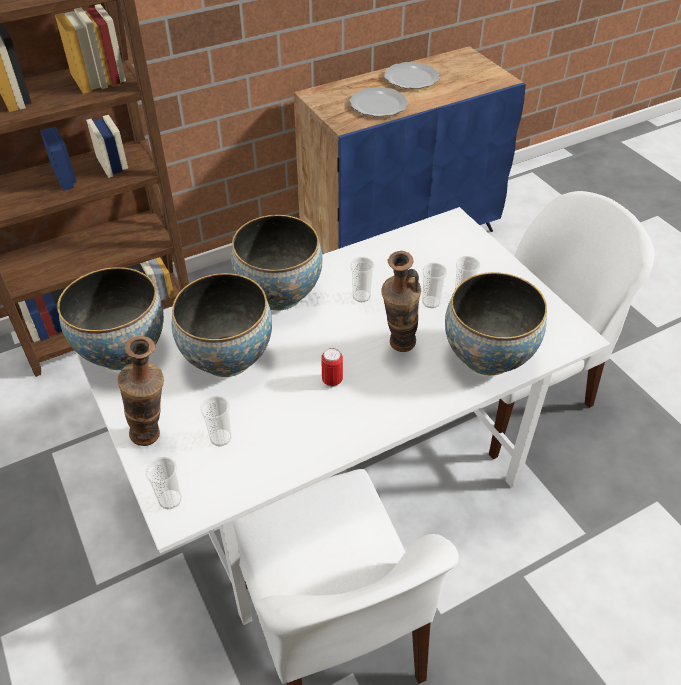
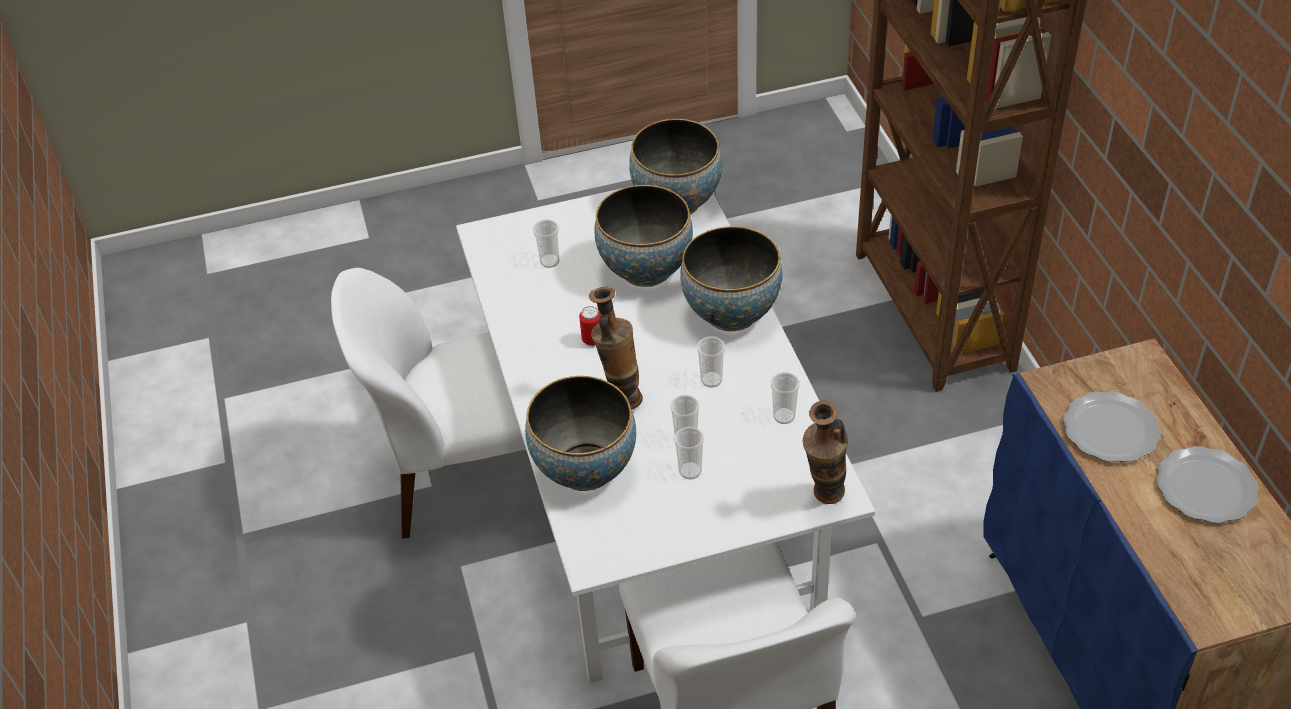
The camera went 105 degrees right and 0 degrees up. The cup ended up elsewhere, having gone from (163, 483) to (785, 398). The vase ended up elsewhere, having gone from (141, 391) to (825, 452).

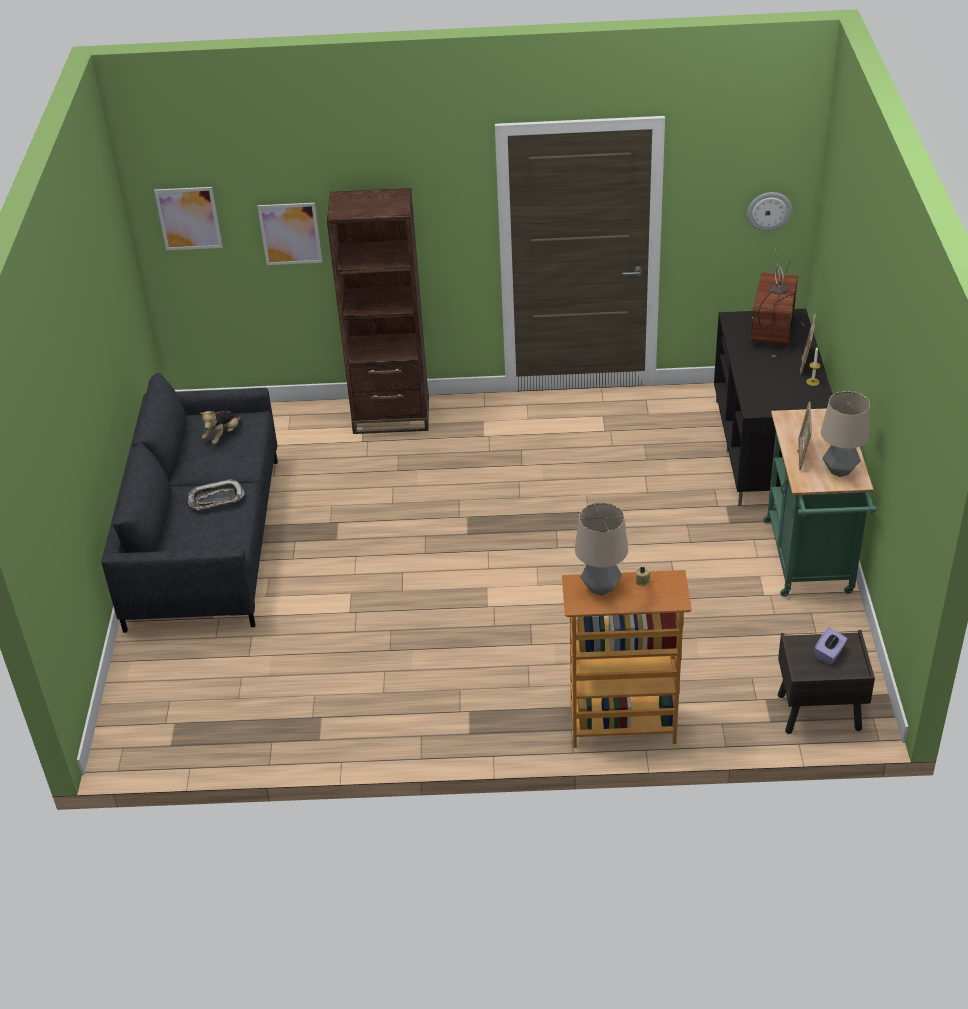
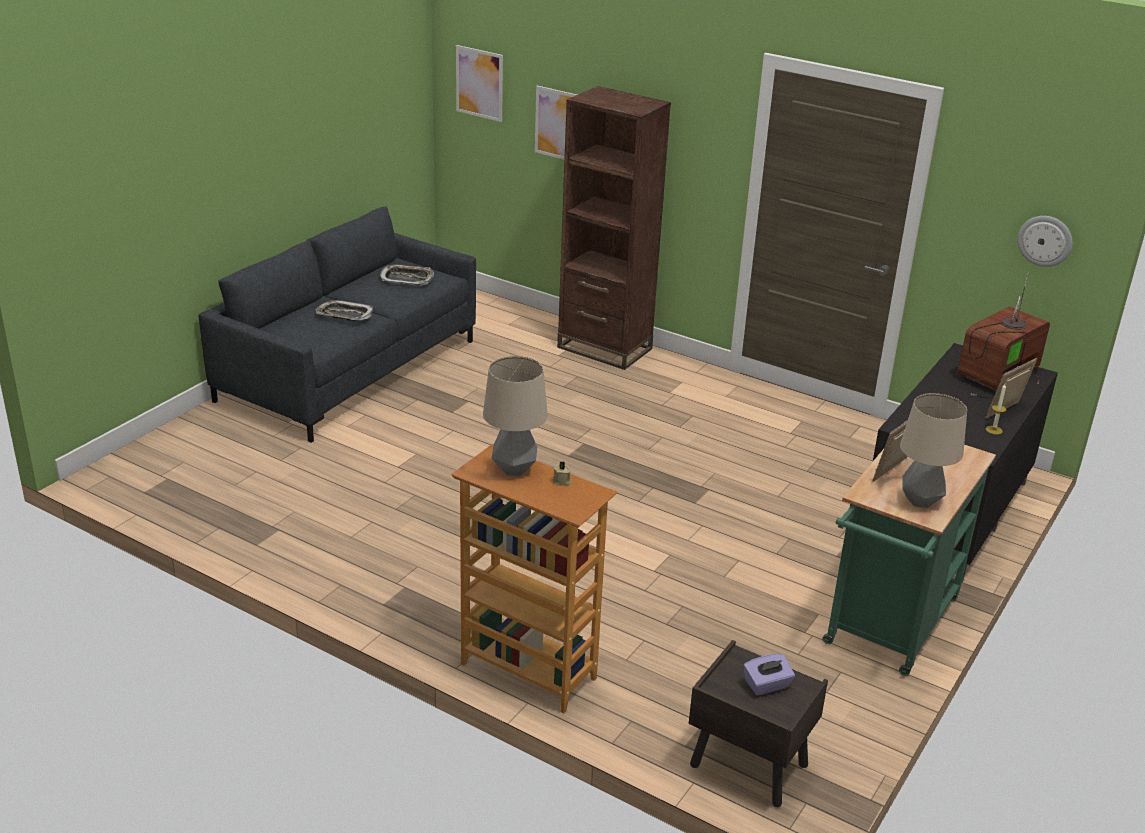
The camera went 30 degrees right and 10 degrees down. Where the plush toy stood at (220, 427), the tray came to stand at (407, 275).

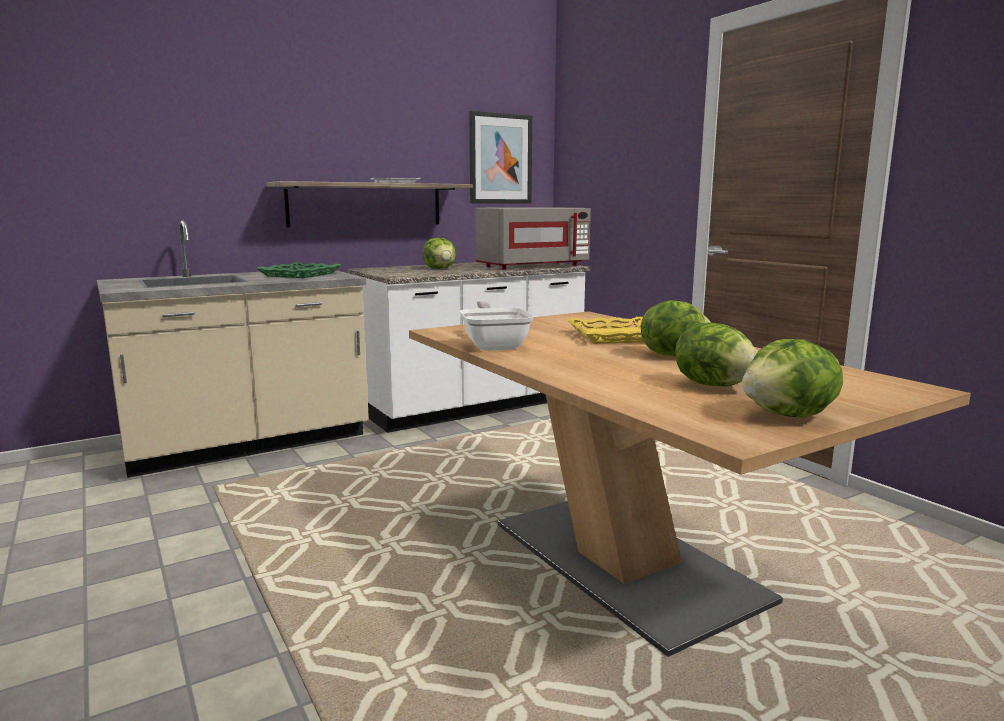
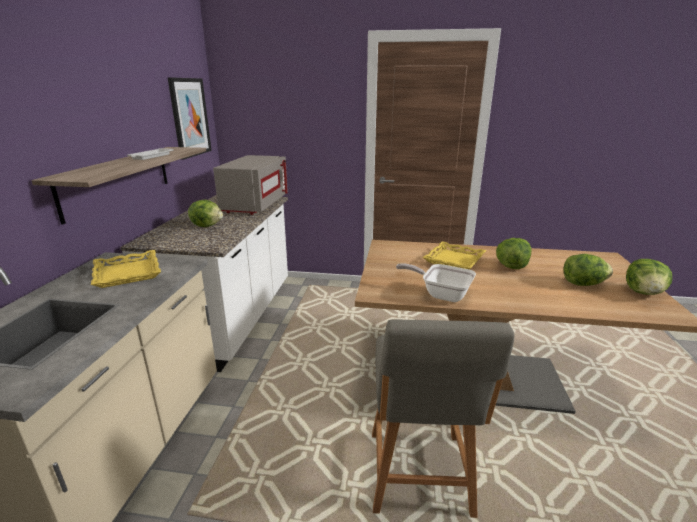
The camera went 50 degrees left and 10 degrees up. What was the green tray at (298, 270) turned into the yellow tray at (126, 269). The second view gained the grey chair at (443, 418).

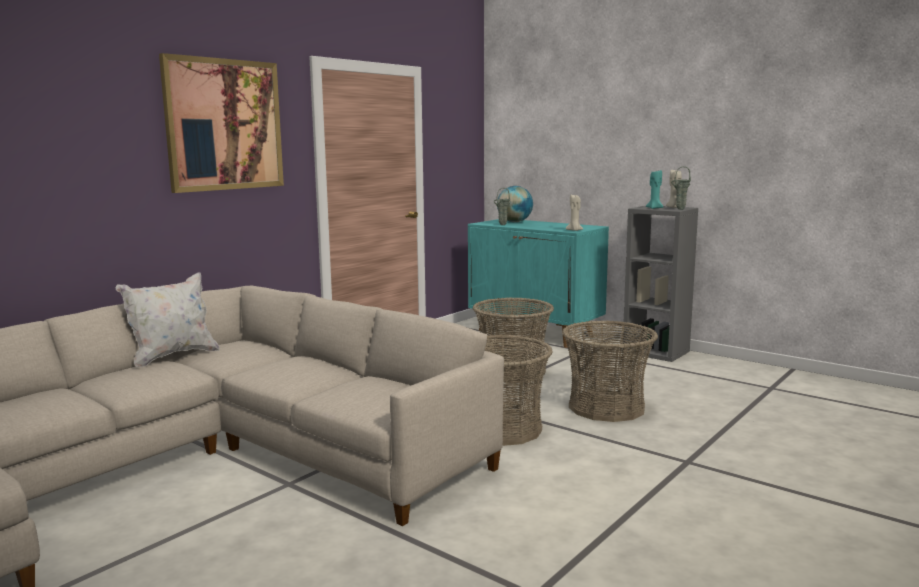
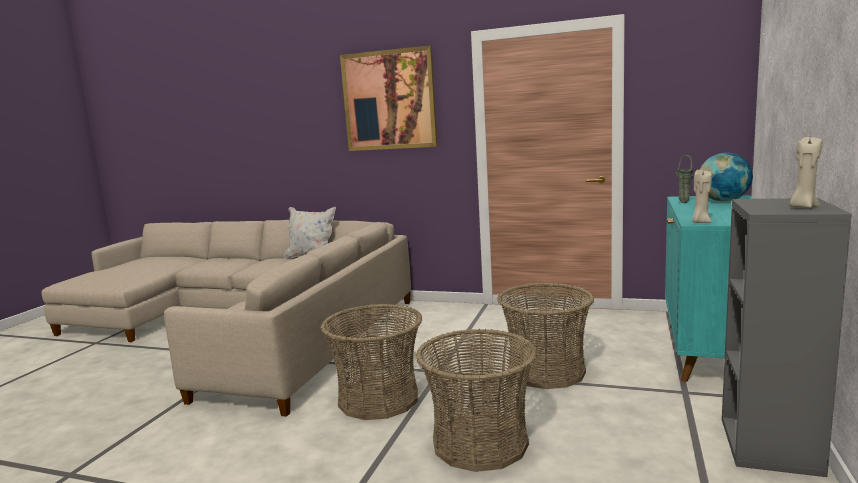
The camera went 70 degrees right and 0 degrees up. The second view lost the turquoise candle at (654, 189). The second view lost the green vase at (681, 188).

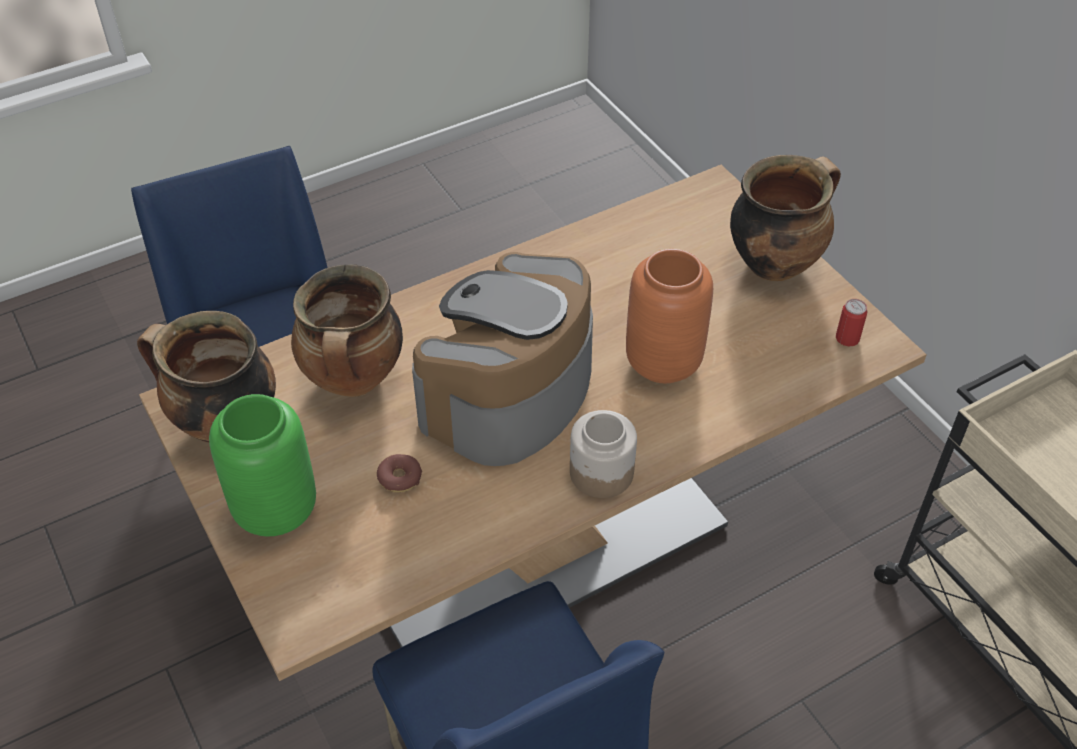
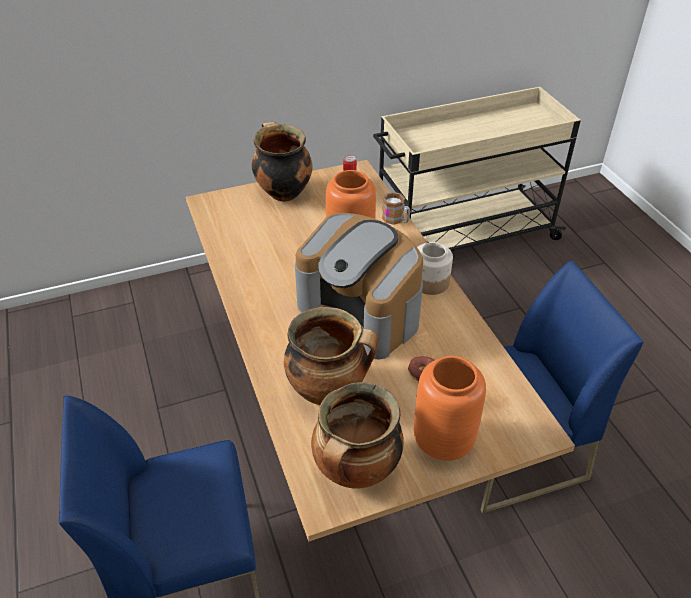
The camera went 80 degrees left and 5 degrees down. The second view gained the mug at (396, 208). What was the green vase at (262, 465) turned into the orange vase at (450, 408).

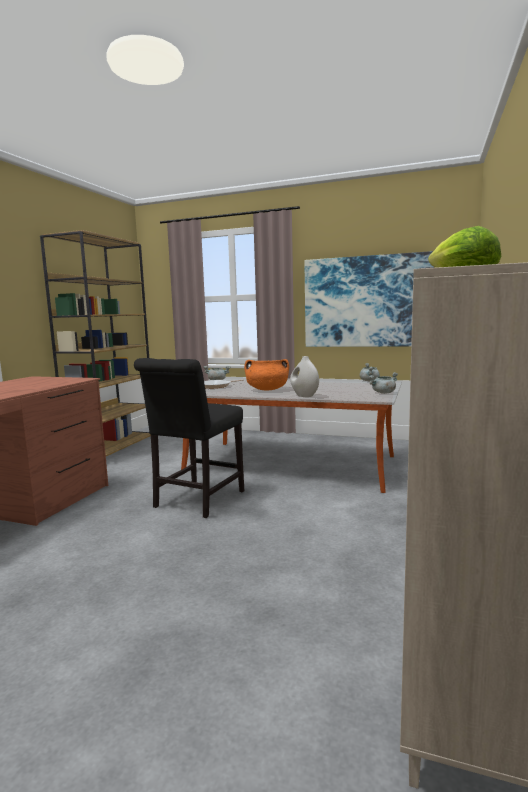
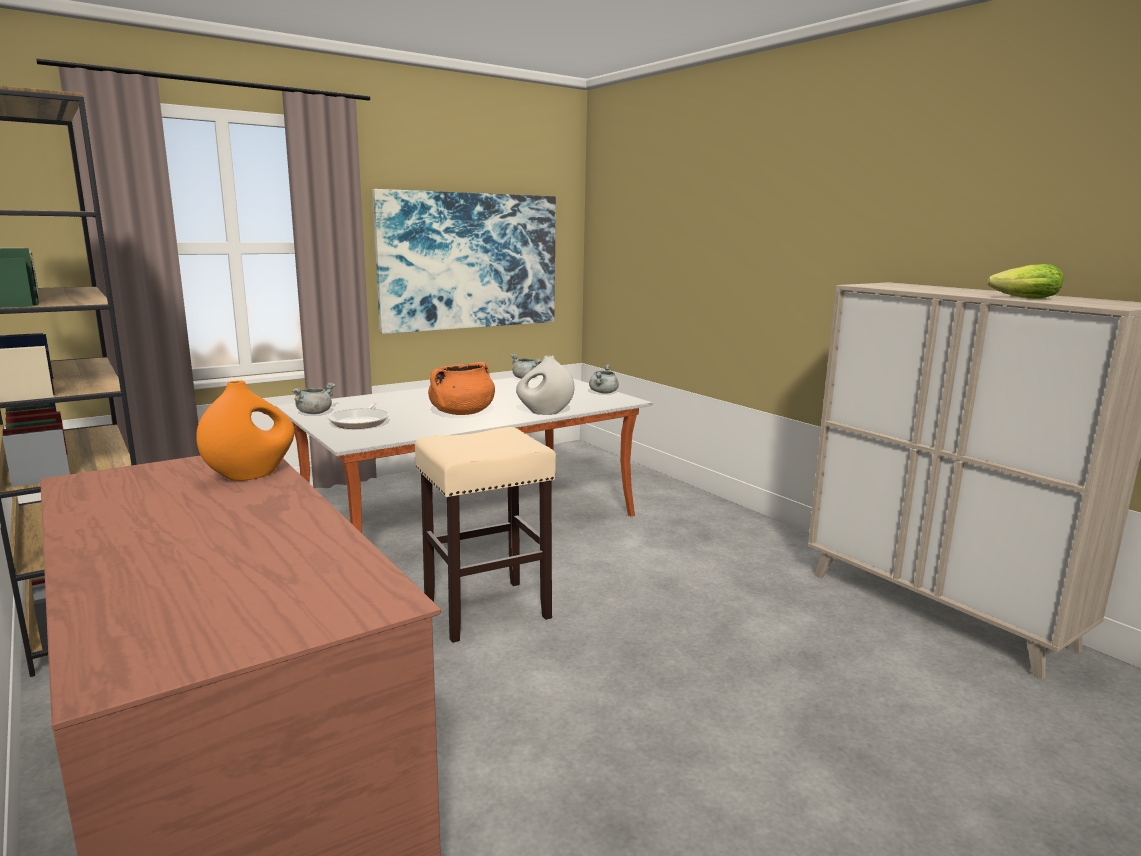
The camera went 55 degrees left and 5 degrees up. The second view gained the orange vase at (245, 431). Where the black chair stood at (189, 438), the beige stool came to stand at (485, 535).

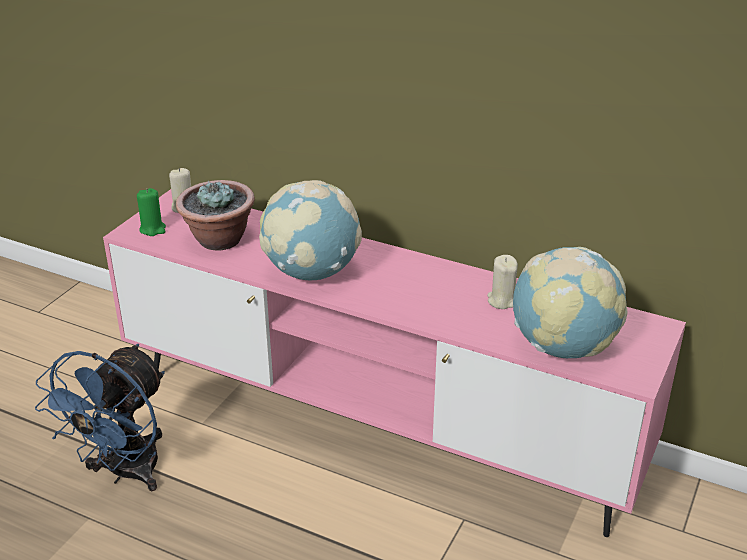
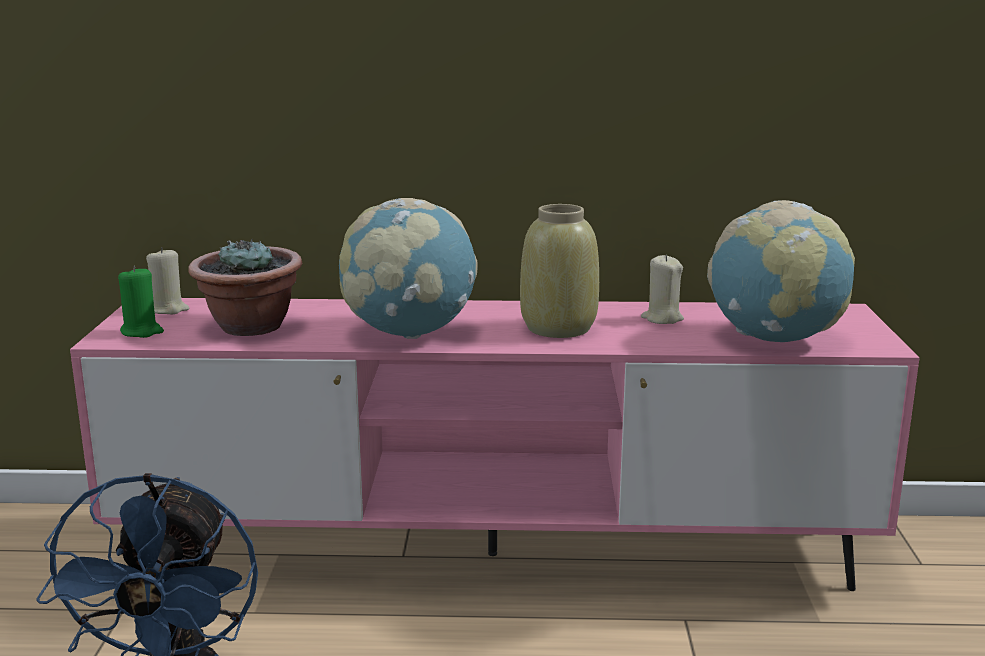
The camera went 25 degrees left and 15 degrees down. The second view gained the beige vase at (559, 271).

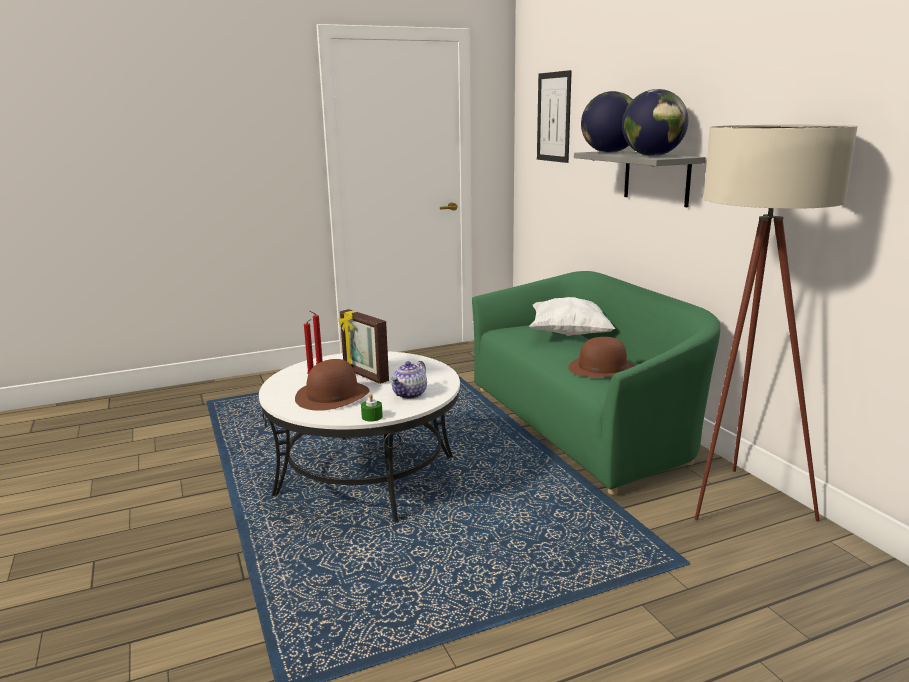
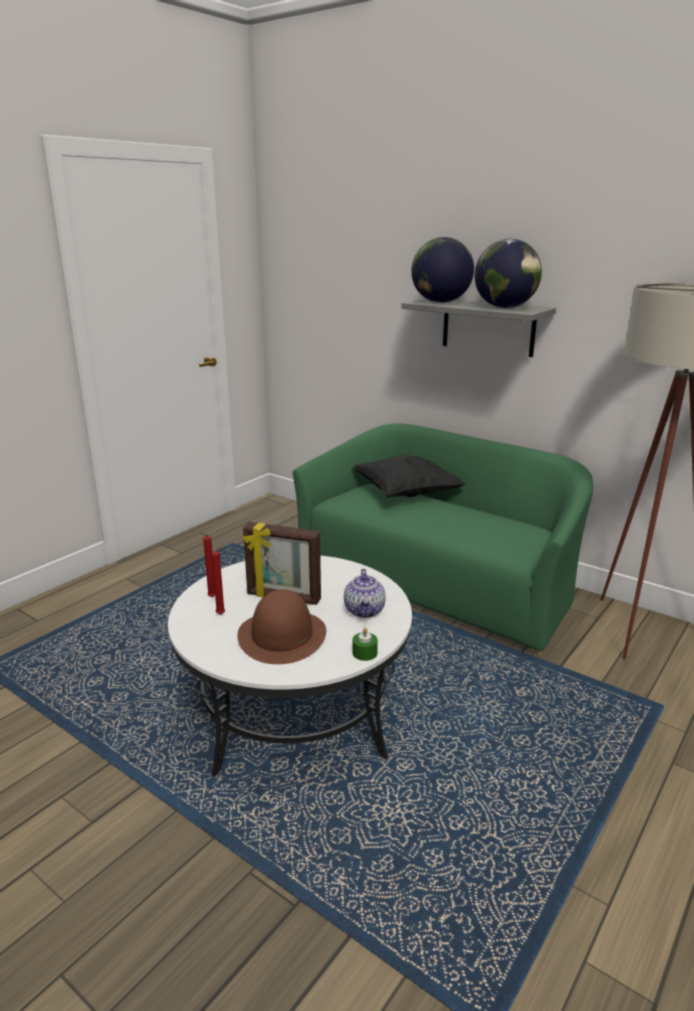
The camera went 30 degrees left and 5 degrees up. What was the white pillow at (573, 316) turned into the black pillow at (409, 476). The second view lost the picture at (554, 116). The second view lost the brown hat at (601, 357).

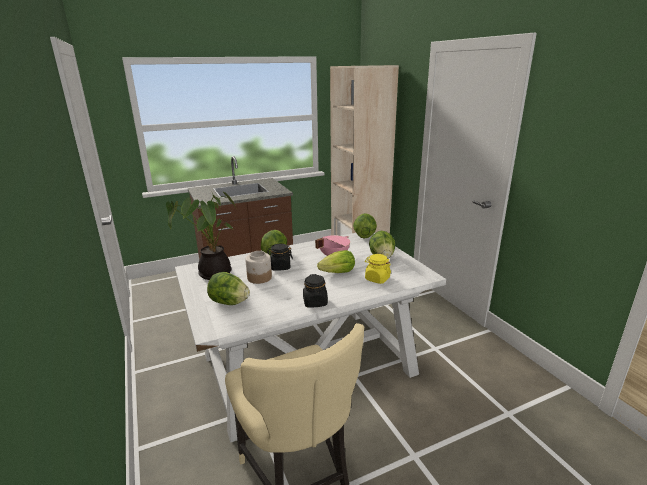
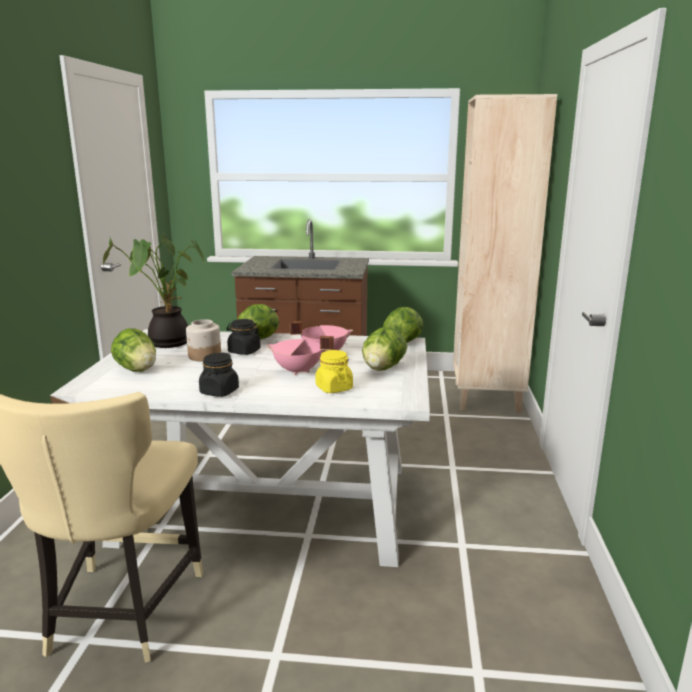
The camera went 30 degrees right and 5 degrees down. Where the lettuce stood at (336, 261), the pink cooking pot came to stand at (300, 355).

